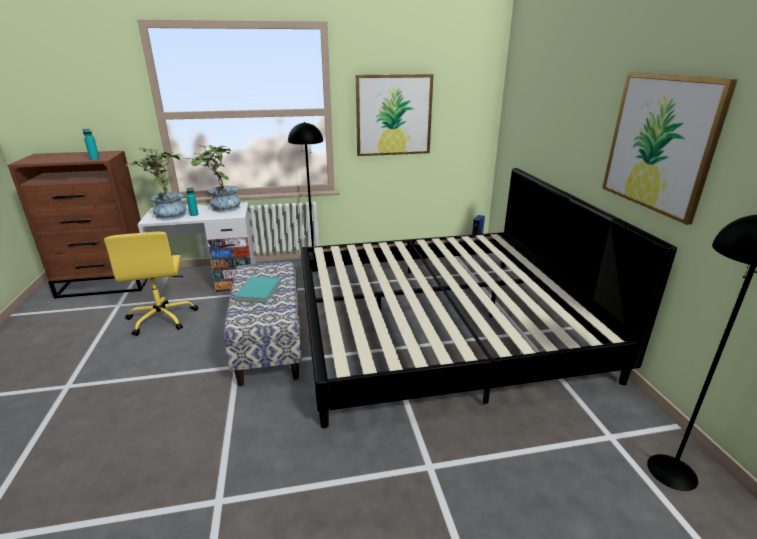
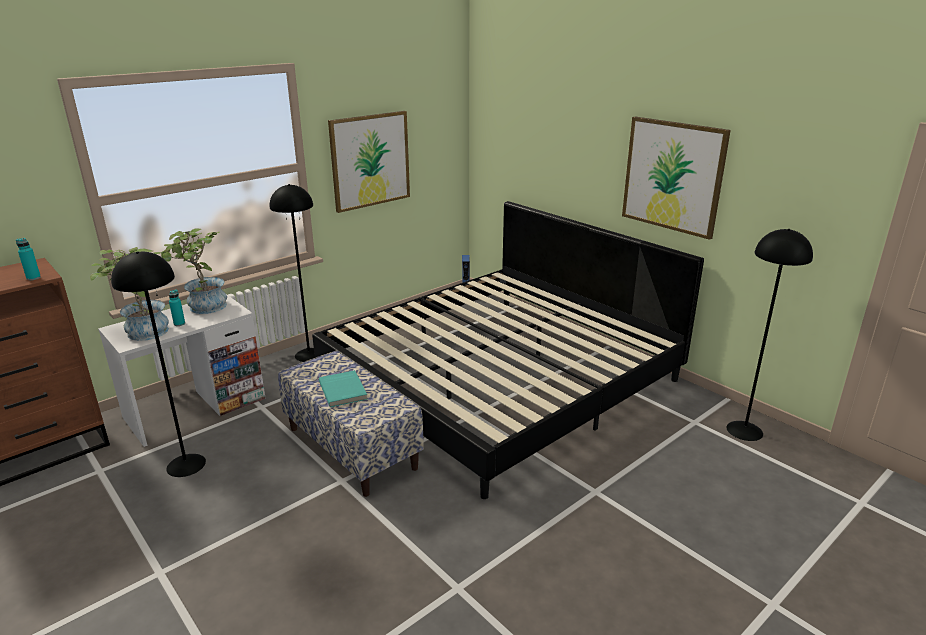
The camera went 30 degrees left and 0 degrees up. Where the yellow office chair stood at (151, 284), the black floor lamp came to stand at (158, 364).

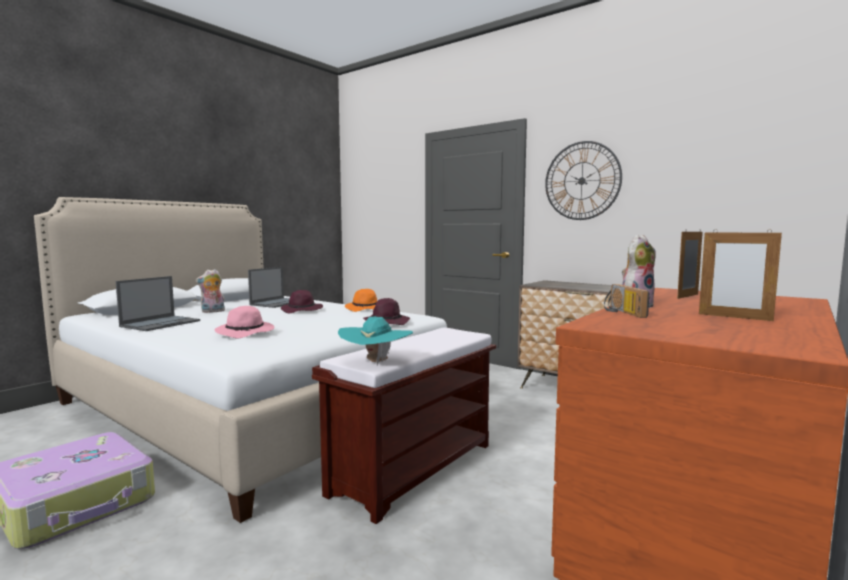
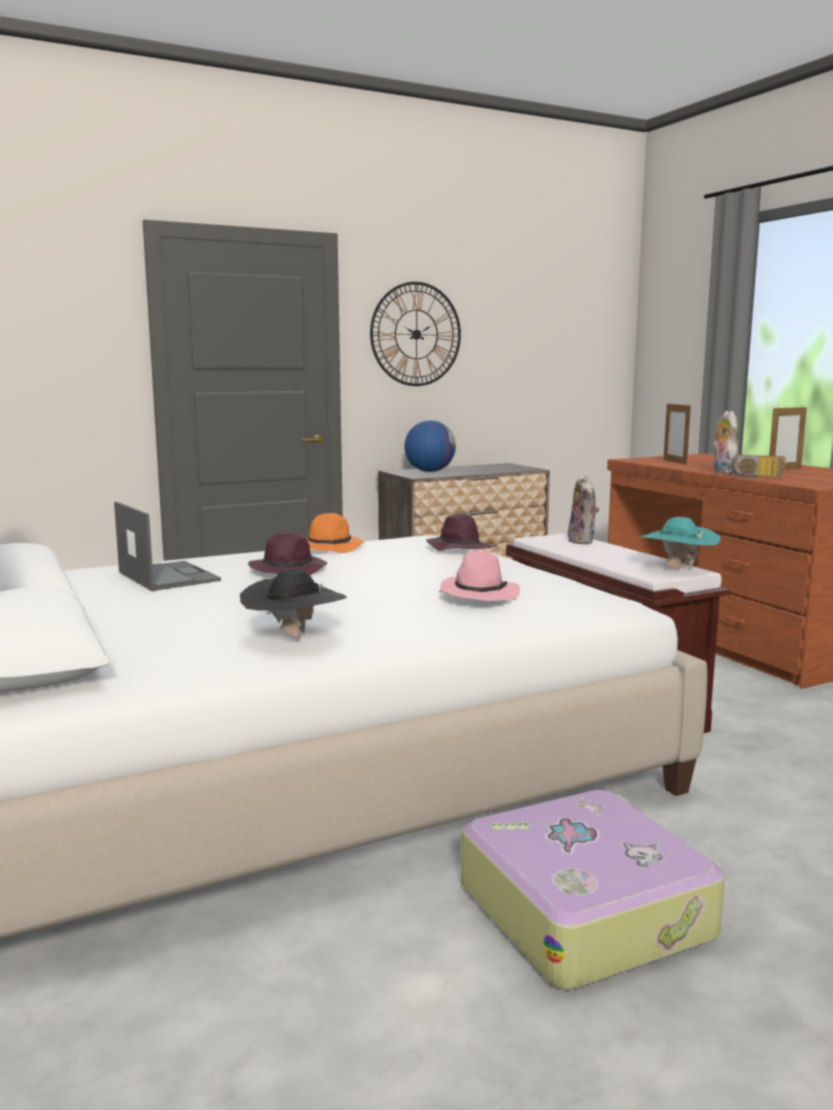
The camera went 65 degrees left and 5 degrees up. Where the laptop stood at (158, 303), the black hat came to stand at (293, 603). The second view gained the globe at (430, 446). The plush toy ended up elsewhere, having gone from (210, 291) to (583, 509).

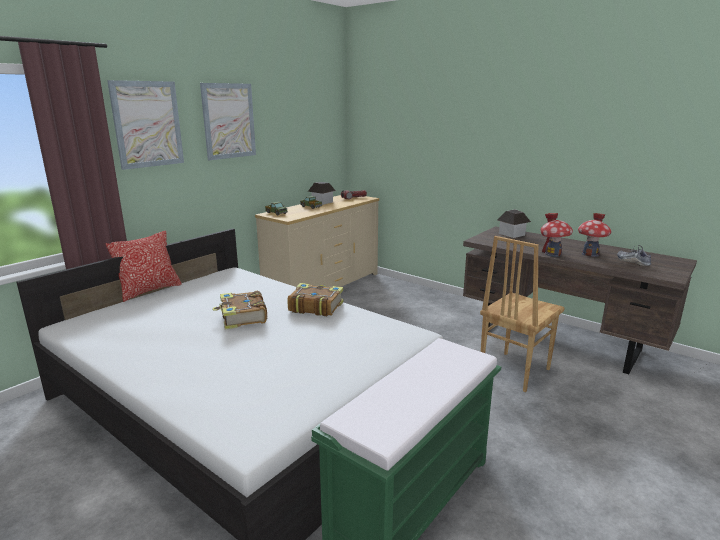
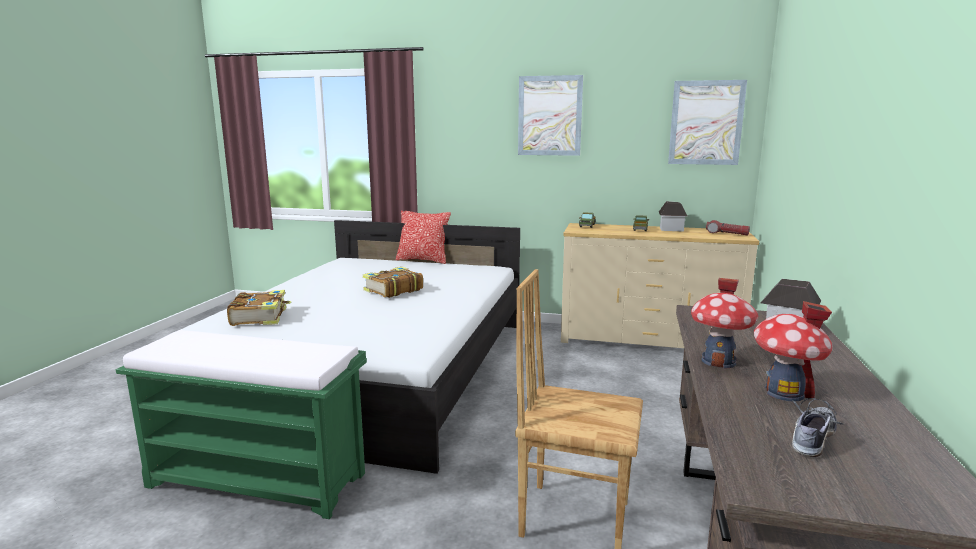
The camera went 65 degrees right and 5 degrees down. The book ended up elsewhere, having gone from (315, 299) to (259, 308). The picture ended up elsewhere, having gone from (145, 125) to (707, 122).

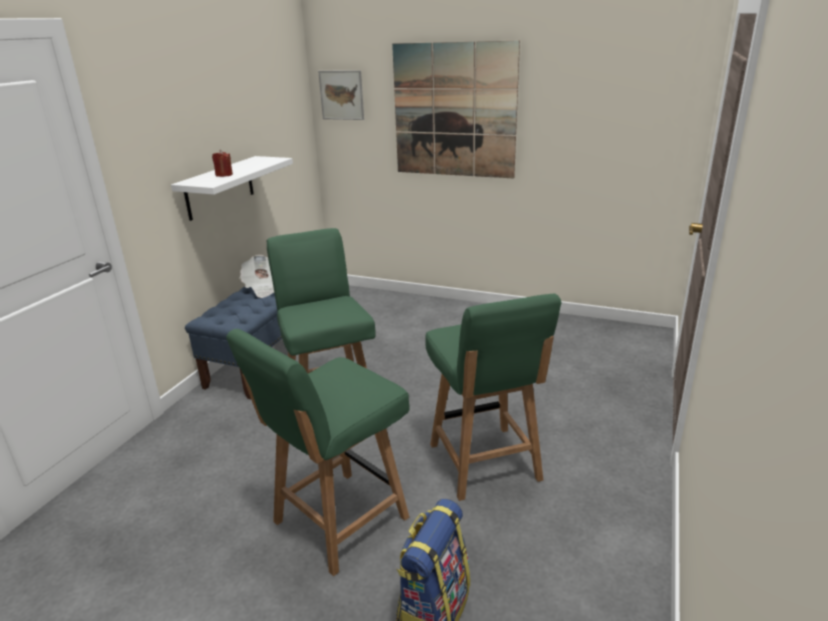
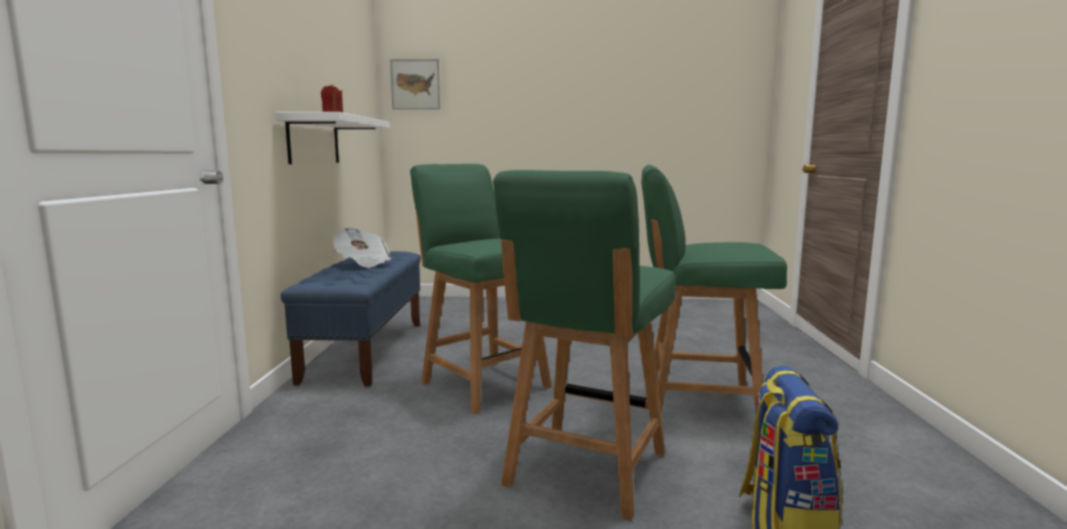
The camera went 20 degrees left and 15 degrees down. The green chair at (493, 397) ended up facing another way, 135 degrees clockwise from before. The second view lost the picture at (456, 109).

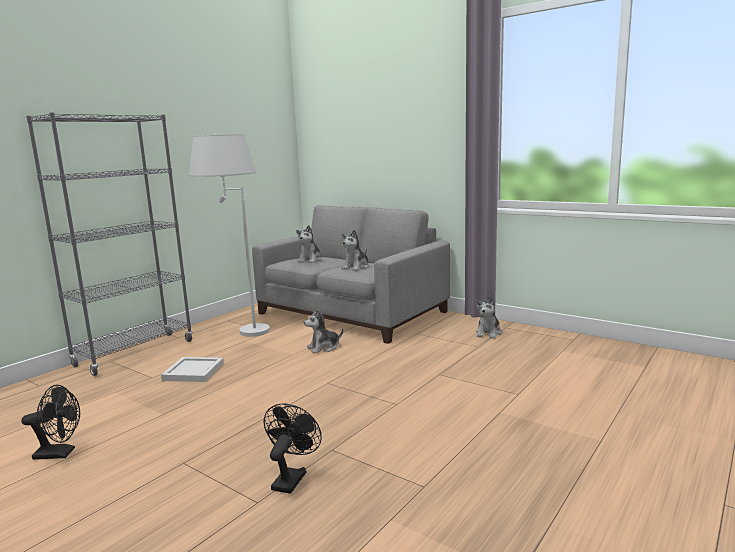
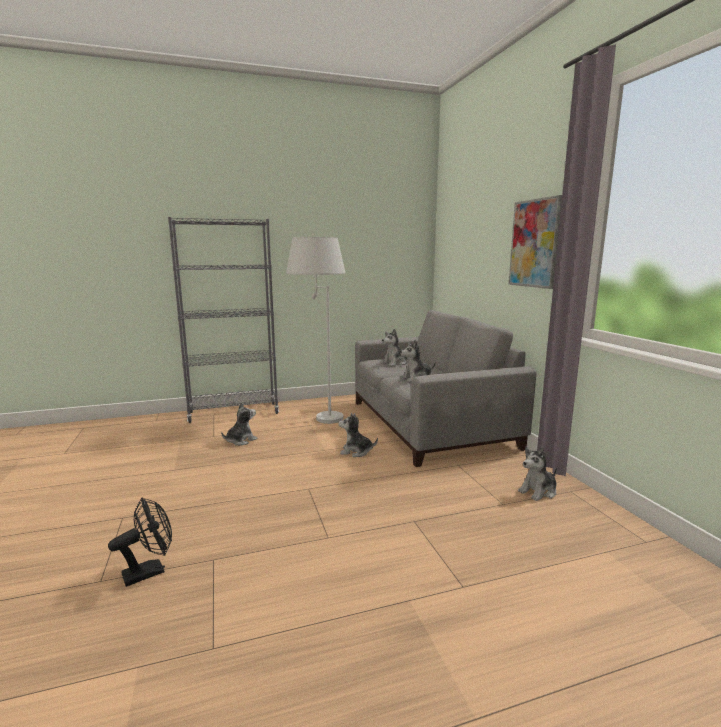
The camera went 35 degrees right and 0 degrees up. Where the white tray stood at (192, 369), the plush toy came to stand at (239, 424). The second view gained the picture at (535, 242). The second view lost the black fan at (50, 422).

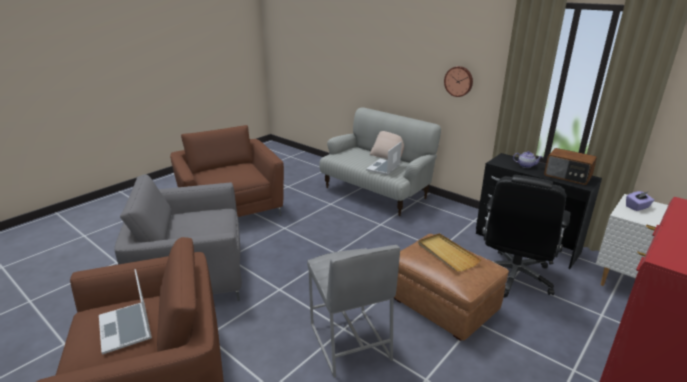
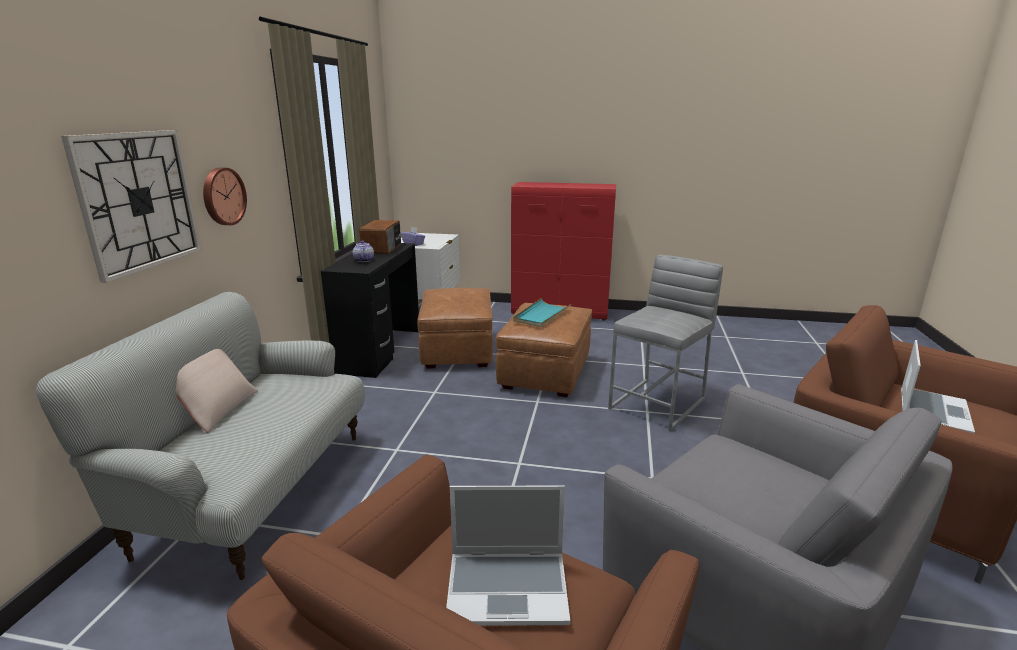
The camera went 120 degrees left and 5 degrees down. The second view gained the wall clock at (131, 206). Where the black office chair stood at (526, 236), the brown ottoman came to stand at (454, 328). The laptop ended up elsewhere, having gone from (384, 158) to (508, 556). What was the beige tray at (449, 252) turned into the turquoise tray at (542, 312).

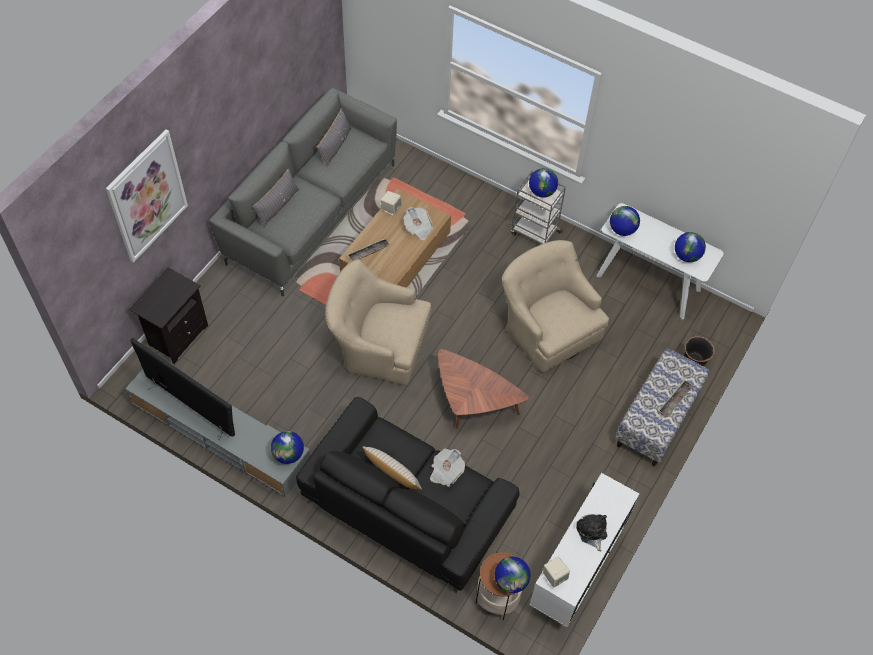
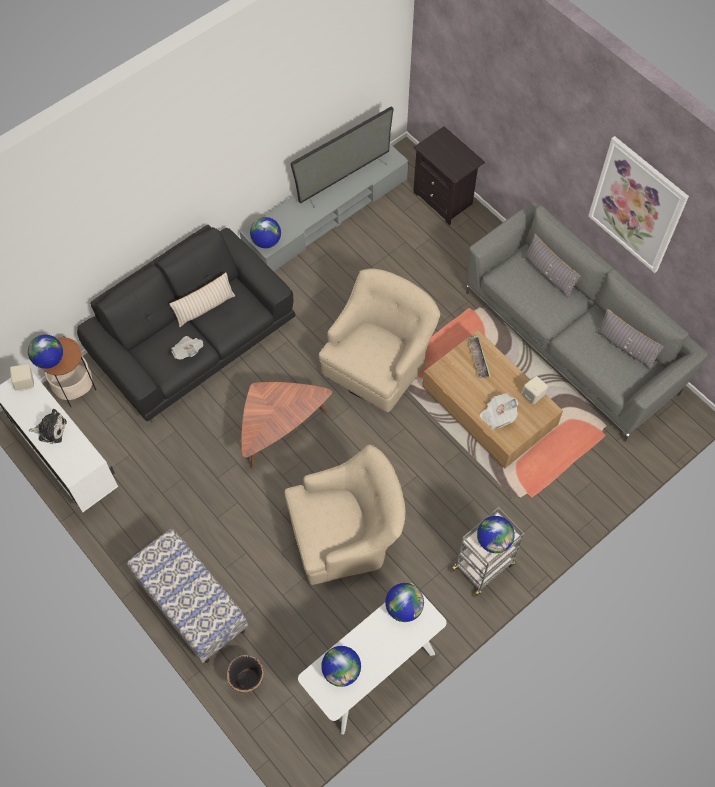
The camera went 110 degrees right and 5 degrees up. The picture ended up elsewhere, having gone from (147, 196) to (638, 204). The second view lost the tray at (676, 398).

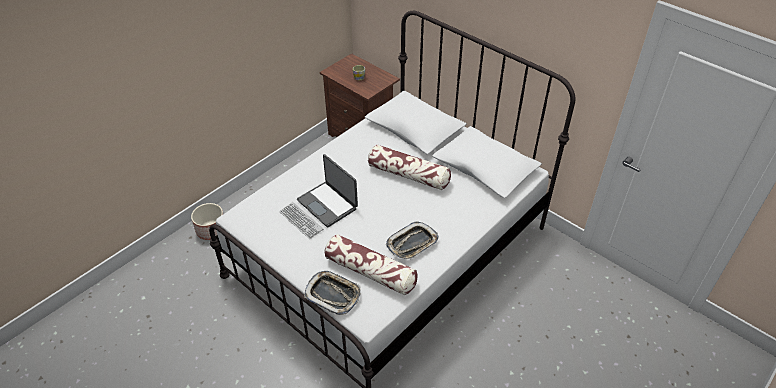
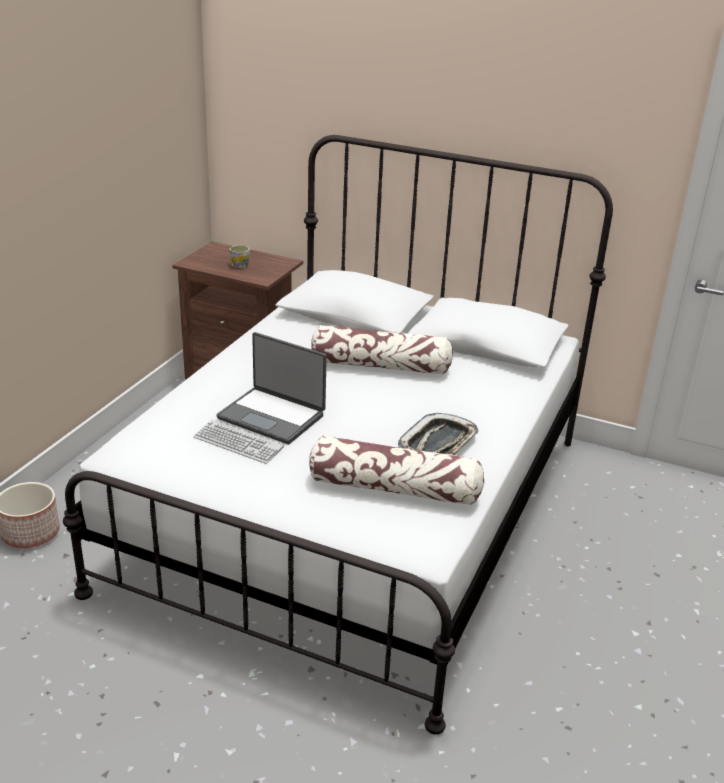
The camera went 20 degrees left and 15 degrees down. The second view lost the tray at (332, 293).

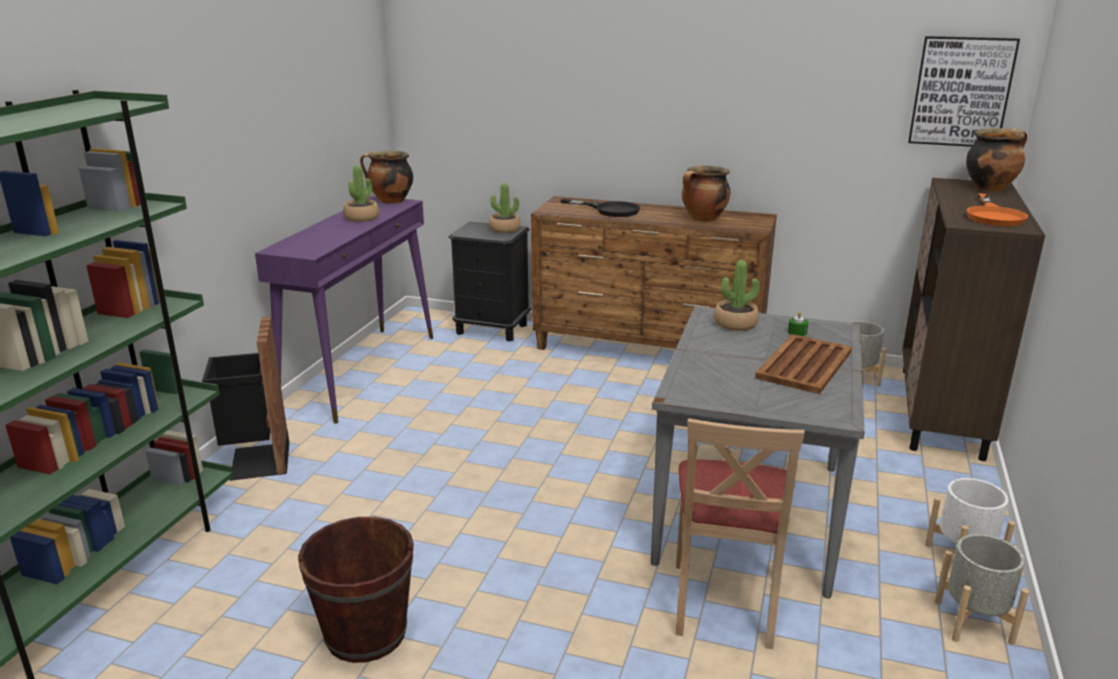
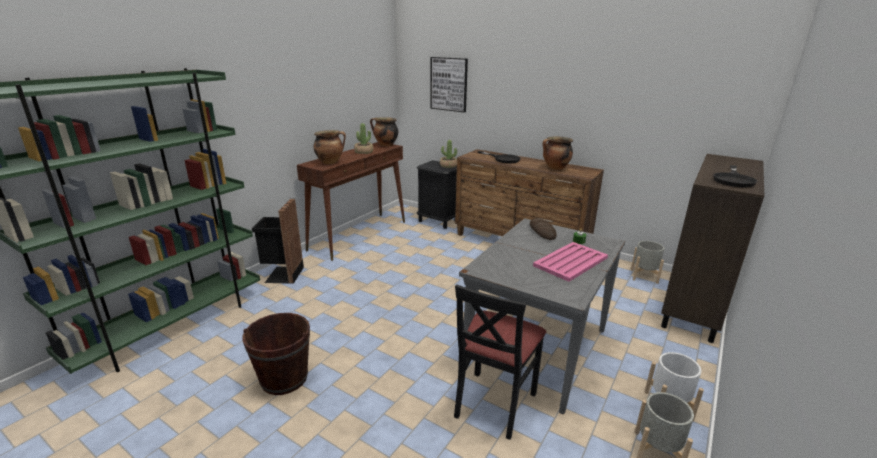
The camera went 15 degrees right and 0 degrees up. What was the purple console table at (344, 310) turned into the brown console table at (351, 201). The cooking pot ended up elsewhere, having gone from (996, 159) to (330, 147). The picture ended up elsewhere, having gone from (964, 91) to (449, 84). What was the beige chair at (740, 533) turned into the black chair at (500, 362). Where the potted plant stood at (737, 295), the bread came to stand at (543, 229). What was the brown tray at (803, 364) turned into the pink tray at (570, 262). What was the orange frying pan at (997, 210) turned into the black frying pan at (735, 176).

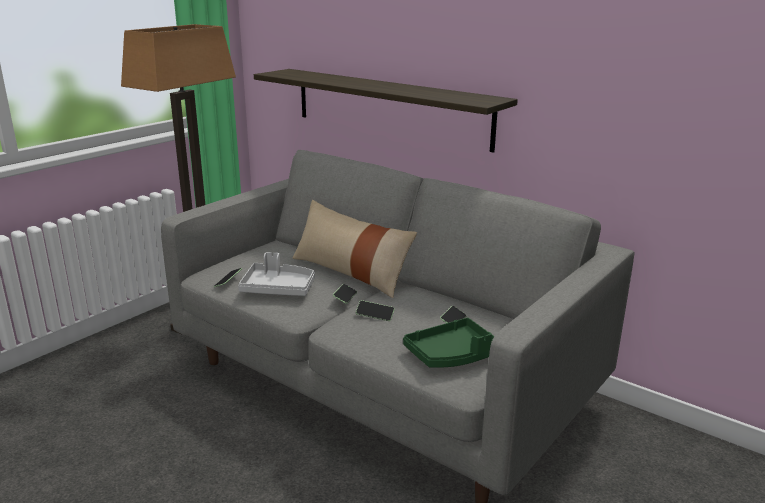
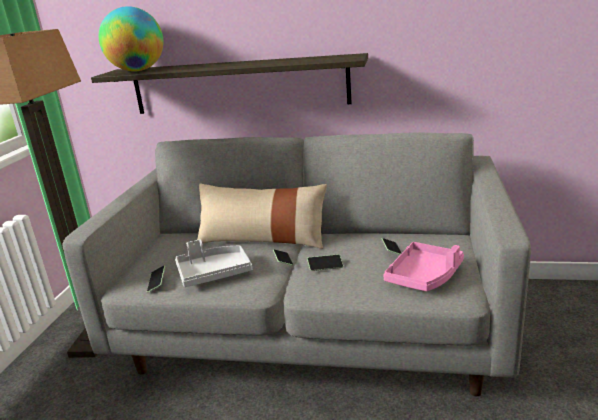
The camera went 25 degrees left and 0 degrees up. The second view gained the globe at (131, 39). What was the green tray at (448, 343) turned into the pink tray at (423, 266).

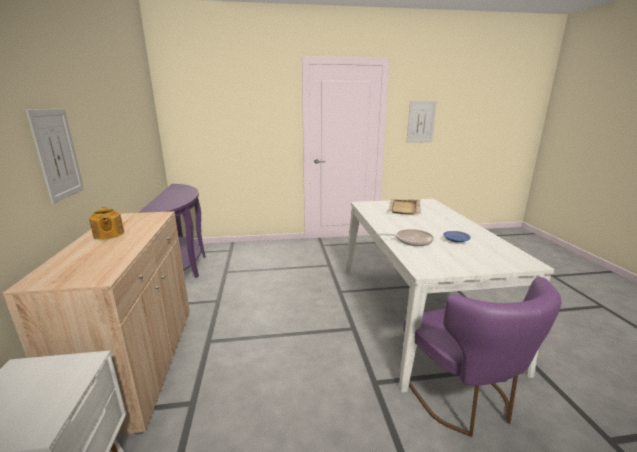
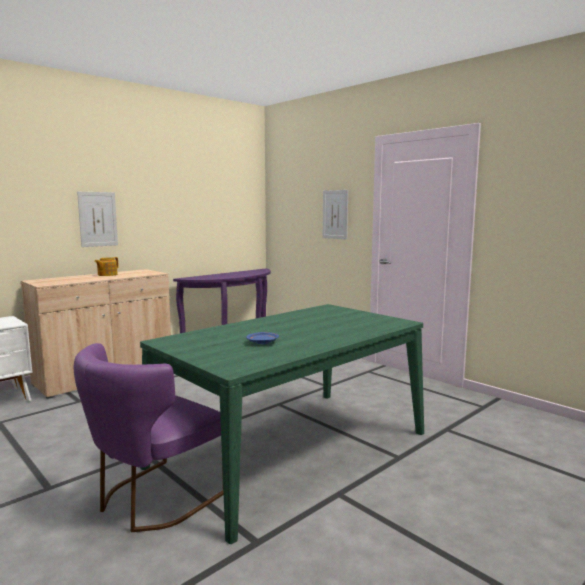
The camera went 55 degrees right and 10 degrees down. What was the white dining table at (449, 296) turned into the green dining table at (282, 424). The picture ended up elsewhere, having gone from (421, 122) to (335, 215). The second view lost the frying pan at (405, 237). The second view lost the beige tray at (404, 207).

